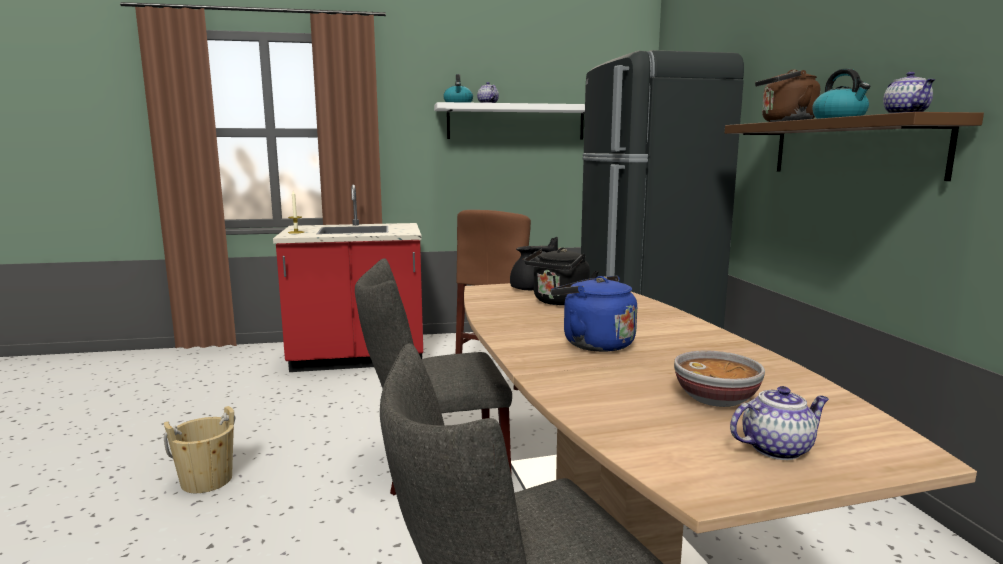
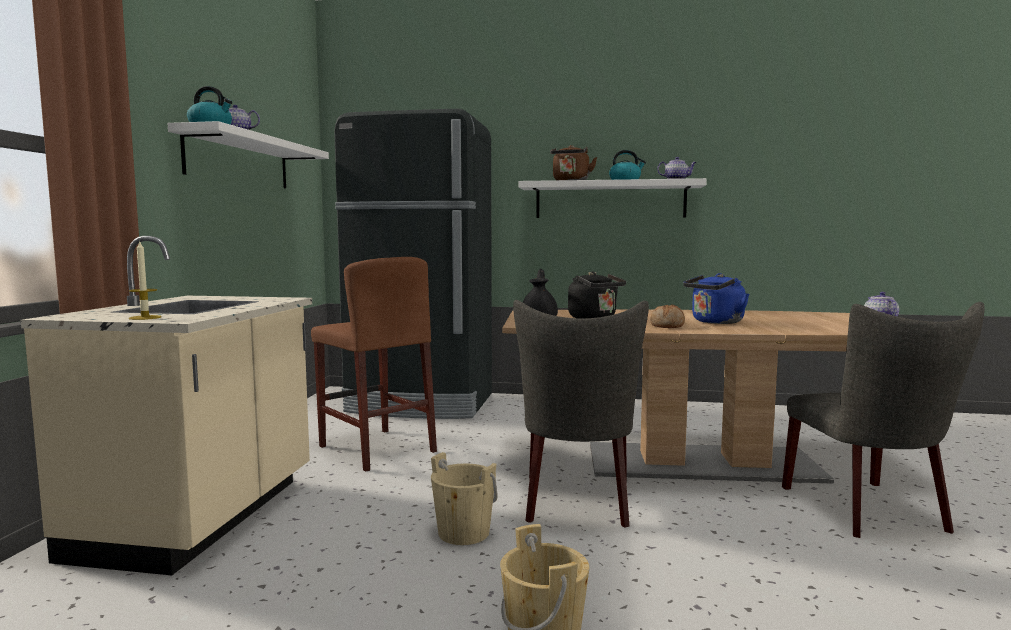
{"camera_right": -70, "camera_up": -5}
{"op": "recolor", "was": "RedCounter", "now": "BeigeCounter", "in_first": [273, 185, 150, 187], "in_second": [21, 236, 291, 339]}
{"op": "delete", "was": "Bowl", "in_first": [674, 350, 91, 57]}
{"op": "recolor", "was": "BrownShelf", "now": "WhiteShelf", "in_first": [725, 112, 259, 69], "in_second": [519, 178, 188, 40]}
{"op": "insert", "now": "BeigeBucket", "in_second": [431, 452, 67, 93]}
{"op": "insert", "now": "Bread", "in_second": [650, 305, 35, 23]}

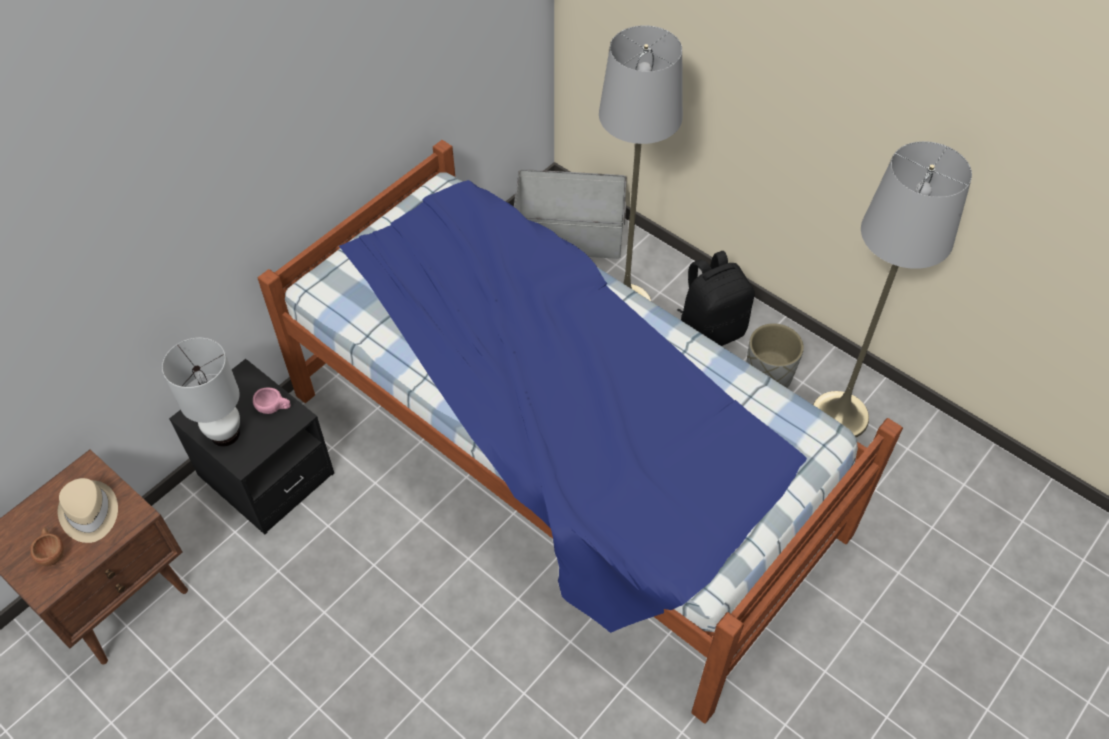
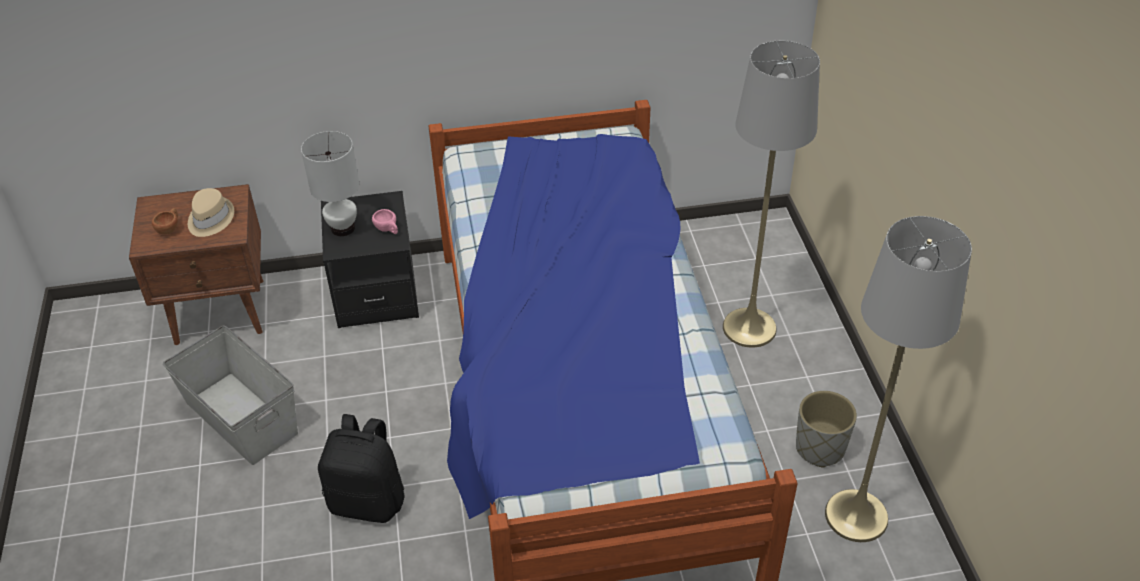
{"camera_right": 40, "camera_up": -10}
{"op": "move", "was": "GreyStorageBox", "in_first": [514, 169, 113, 90], "in_second": [163, 325, 135, 140]}
{"op": "move", "was": "BlackBackpack", "in_first": [677, 251, 78, 95], "in_second": [318, 414, 87, 109]}

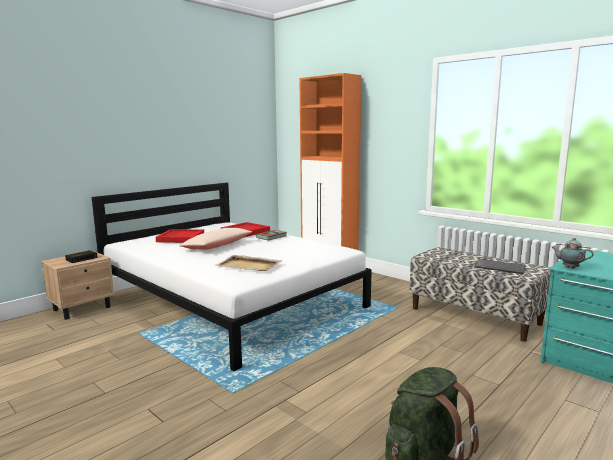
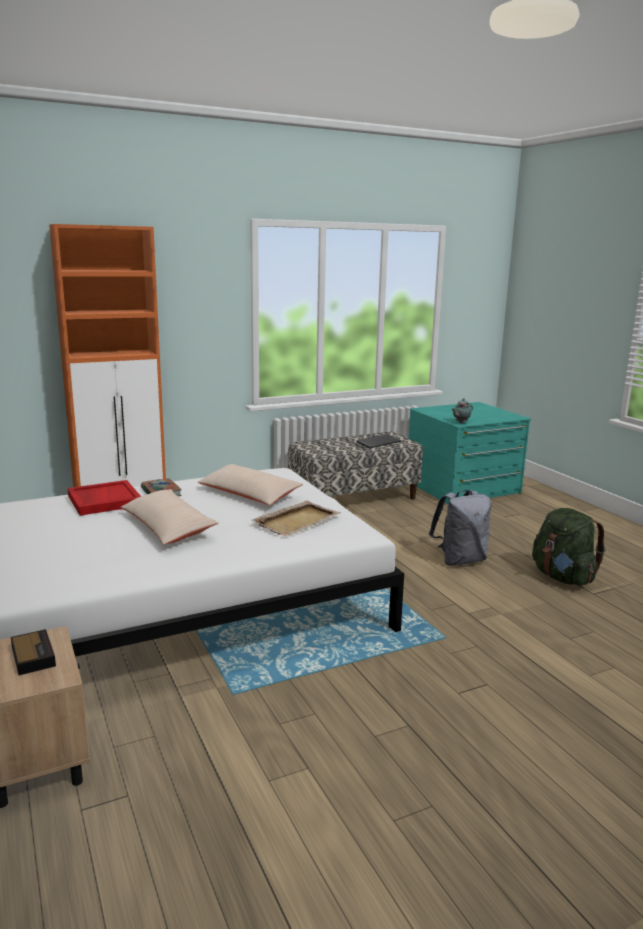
{"camera_right": -70, "camera_up": 5}
{"op": "delete", "was": "RedTray", "in_first": [156, 229, 48, 14]}
{"op": "insert", "now": "BeigePillow", "in_second": [198, 464, 105, 41]}
{"op": "insert", "now": "GreyBackpack", "in_second": [429, 490, 62, 75]}

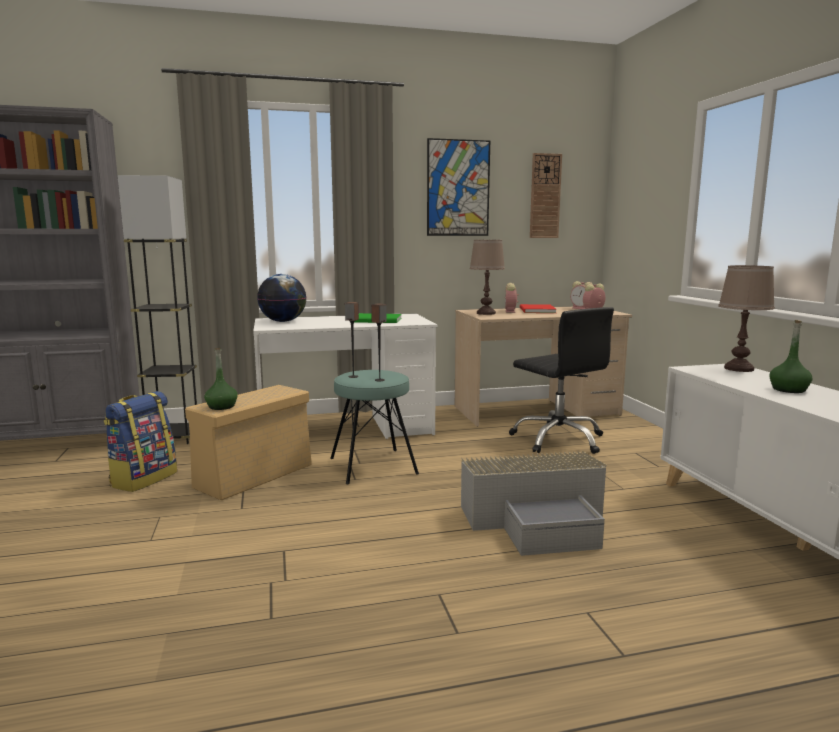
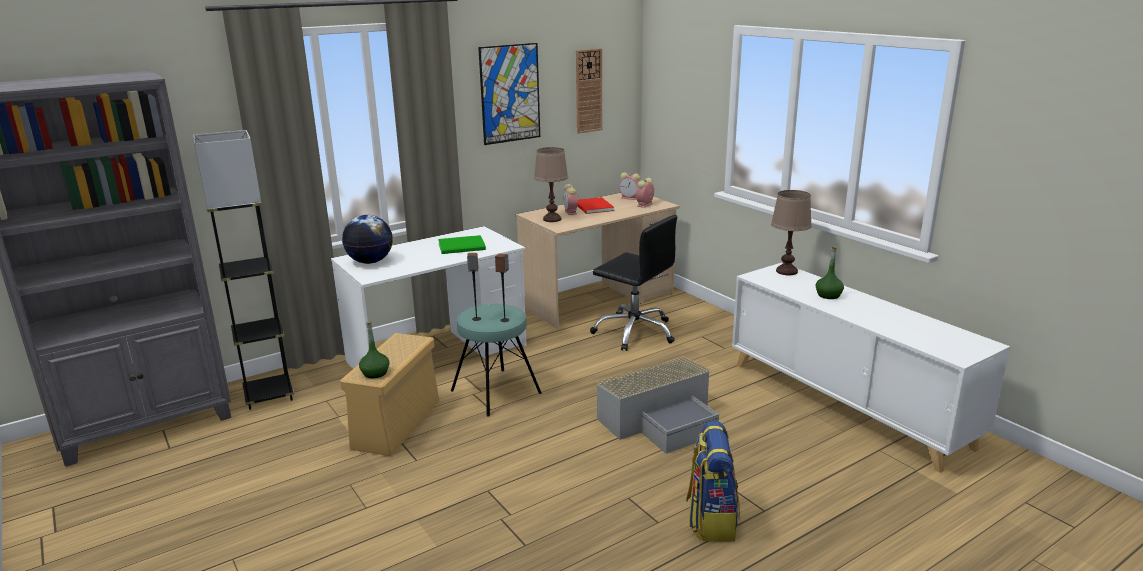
{"camera_right": -20, "camera_up": 10}
{"op": "move", "was": "Backpack", "in_first": [104, 391, 73, 101], "in_second": [686, 421, 54, 121]}

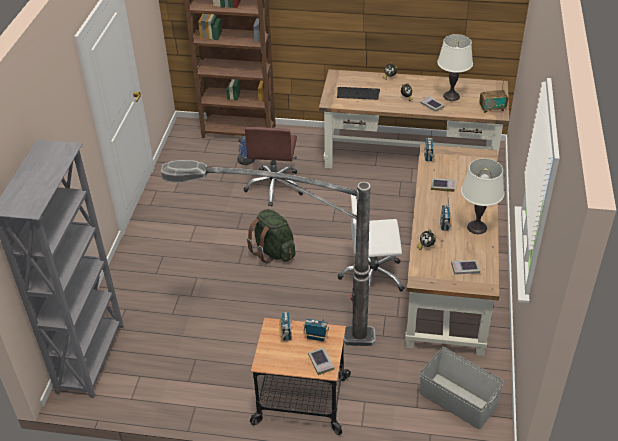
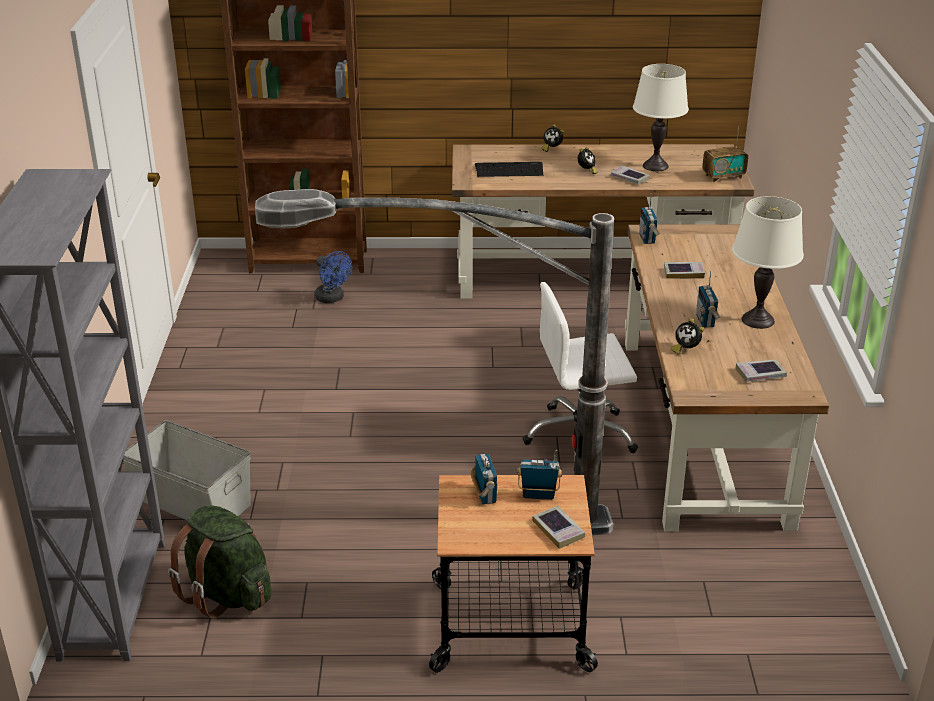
{"camera_right": -10, "camera_up": -10}
{"op": "delete", "was": "BrownOfficeChair", "in_first": [243, 127, 60, 80]}
{"op": "move", "was": "GreenBackpack", "in_first": [247, 209, 48, 54], "in_second": [168, 505, 104, 113]}
{"op": "move", "was": "GreyStorageBox", "in_first": [420, 347, 84, 82], "in_second": [123, 420, 128, 101]}

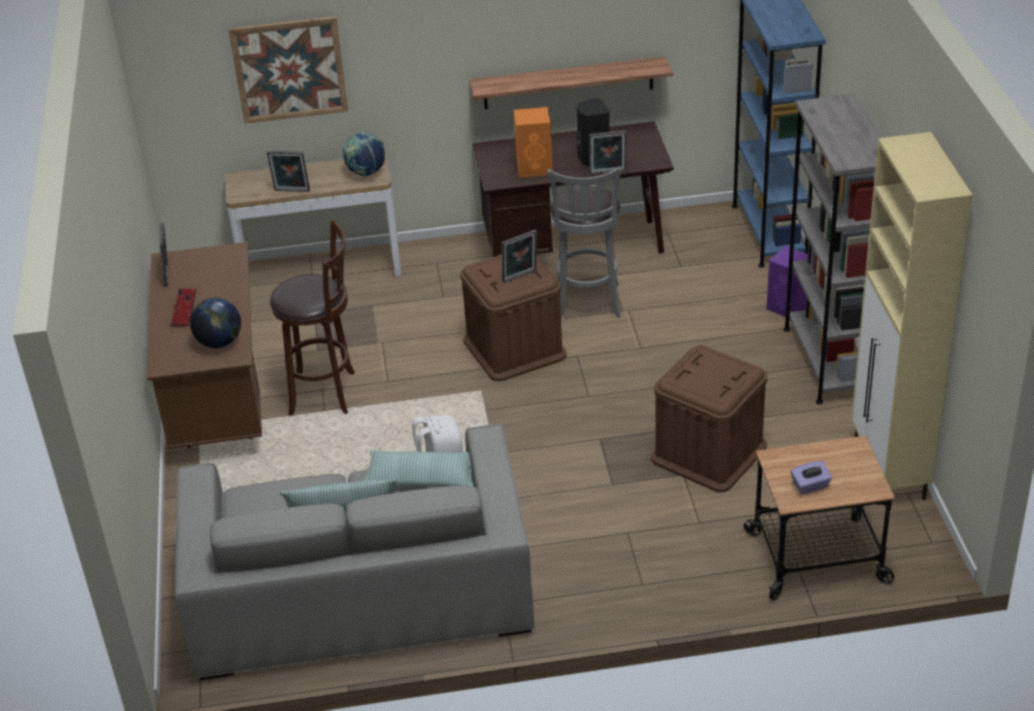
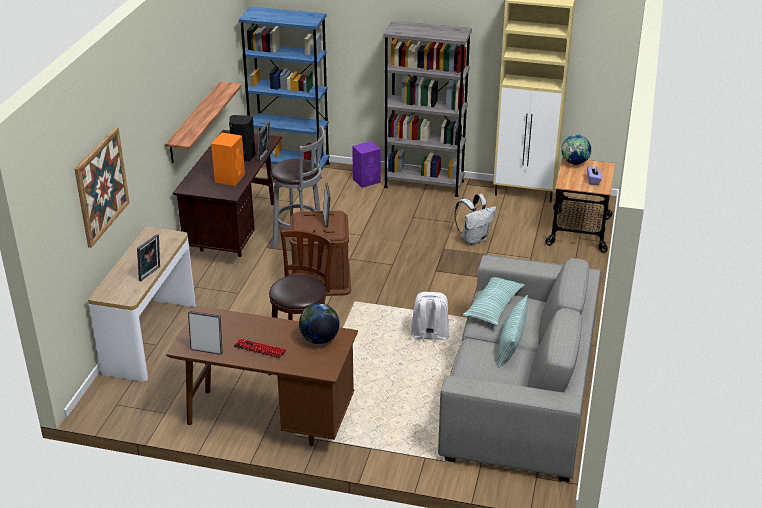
{"camera_right": -70, "camera_up": -5}
{"op": "move", "was": "Globe", "in_first": [343, 132, 42, 44], "in_second": [561, 134, 30, 31]}
{"op": "replace", "was": "BrownStorageBox", "now": "WhiteBackpack", "in_first": [651, 345, 116, 147], "in_second": [454, 194, 42, 51]}

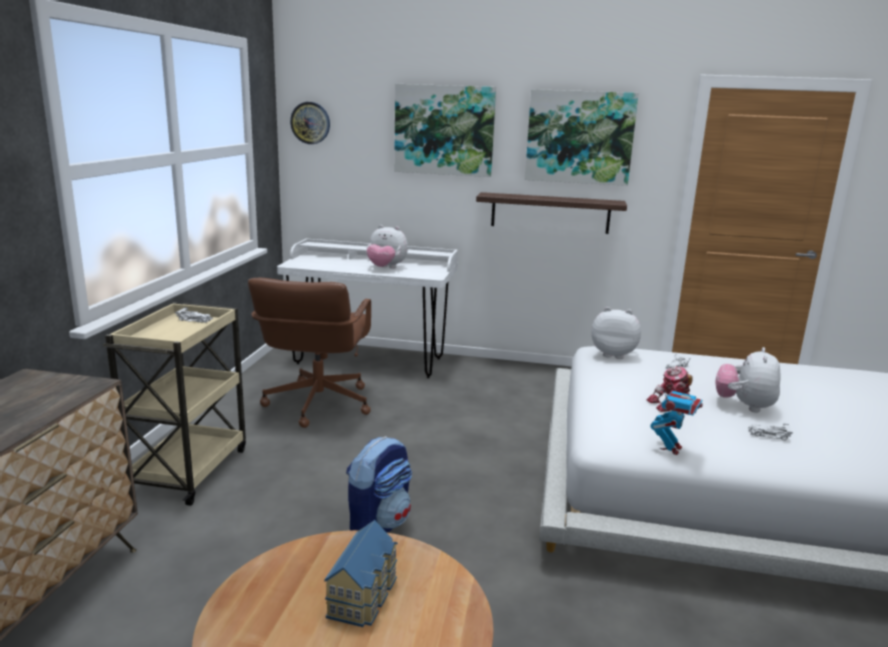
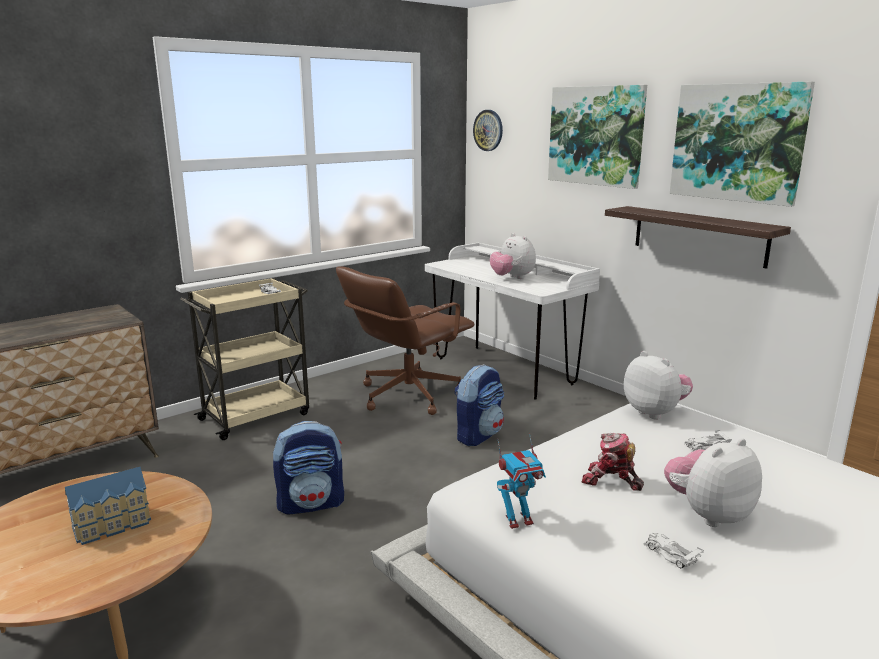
{"camera_right": 40, "camera_up": 0}
{"op": "insert", "now": "Backpack", "in_second": [454, 364, 50, 82]}

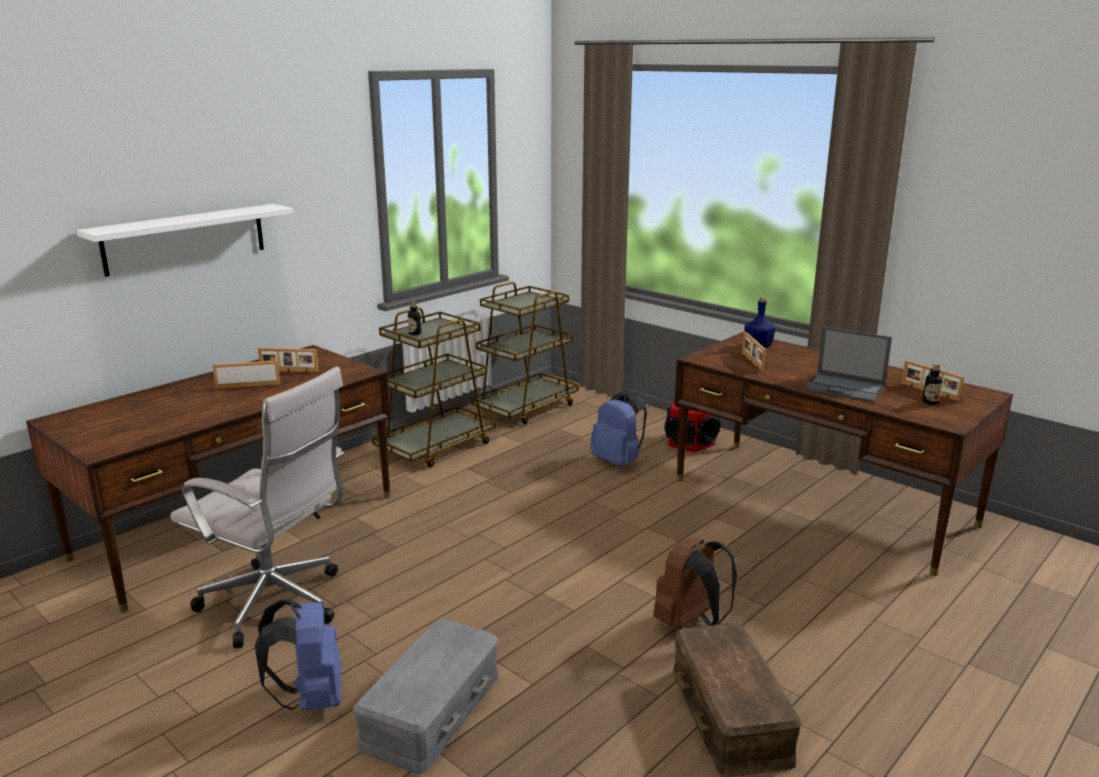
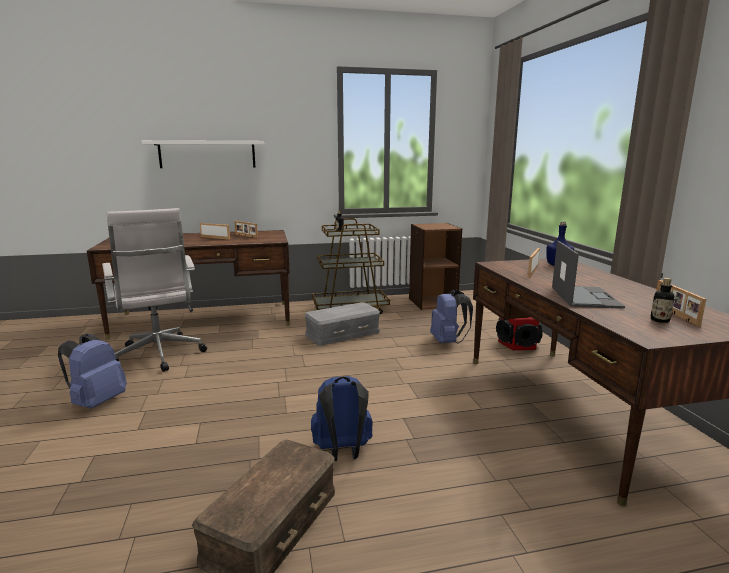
{"camera_right": 35, "camera_up": -5}
{"op": "move", "was": "GreyStorageBox", "in_first": [353, 619, 145, 155], "in_second": [304, 302, 76, 44]}
{"op": "replace", "was": "BrownCart", "now": "BrownBookcase", "in_first": [471, 282, 108, 142], "in_second": [409, 223, 53, 87]}
{"op": "recolor", "was": "BrownBackpack", "now": "BlueBackpack", "in_first": [653, 538, 84, 91], "in_second": [311, 376, 62, 85]}
{"op": "rotate", "was": "Laptop", "in_first": [804, 327, 88, 75], "in_second": [552, 241, 73, 68], "clockwise": -150}

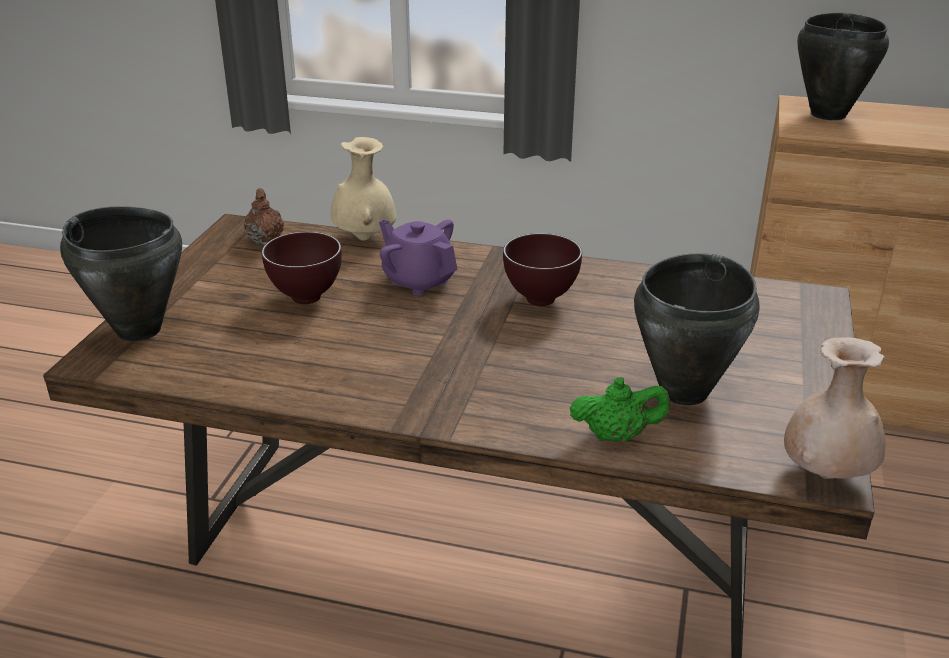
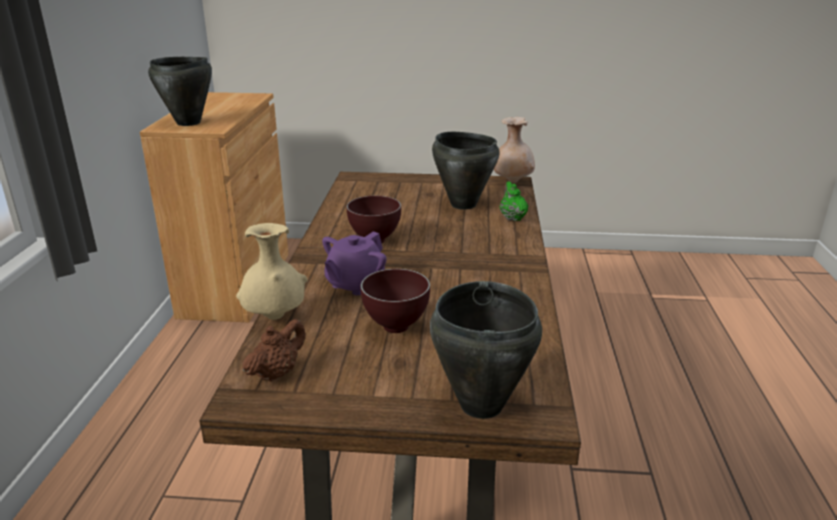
{"camera_right": -100, "camera_up": -5}
{"op": "rotate", "was": "BrownTeapot", "in_first": [244, 188, 40, 57], "in_second": [243, 319, 63, 63], "clockwise": 150}

